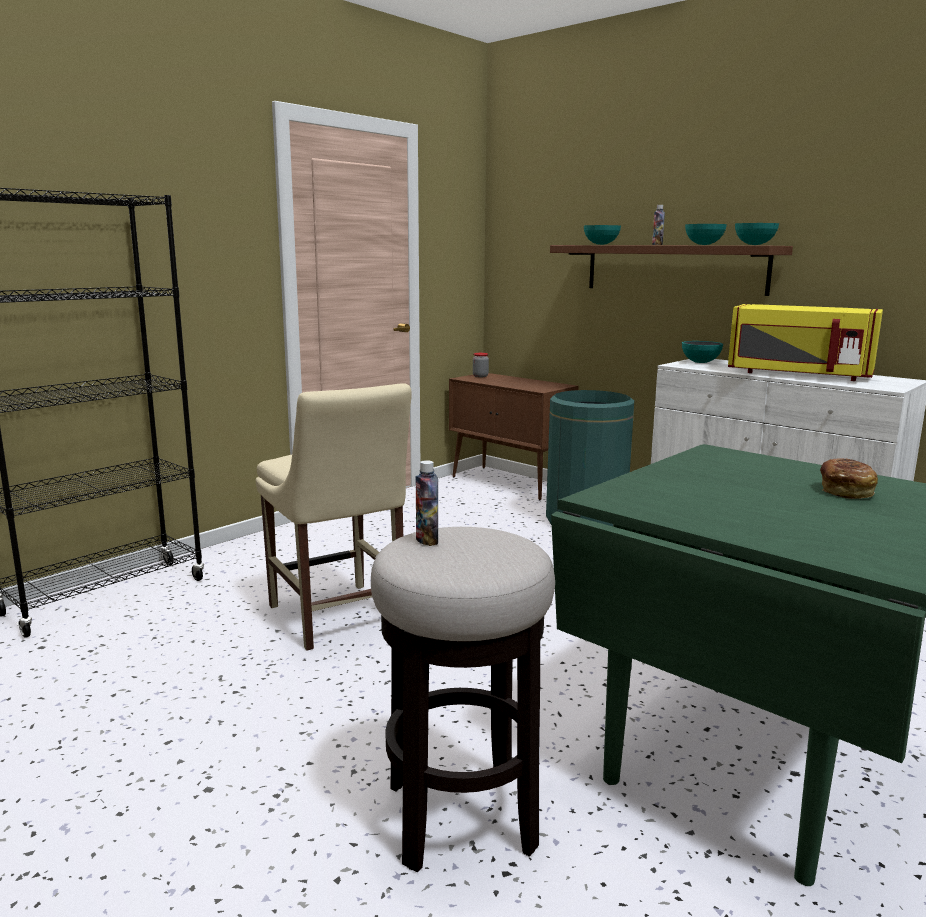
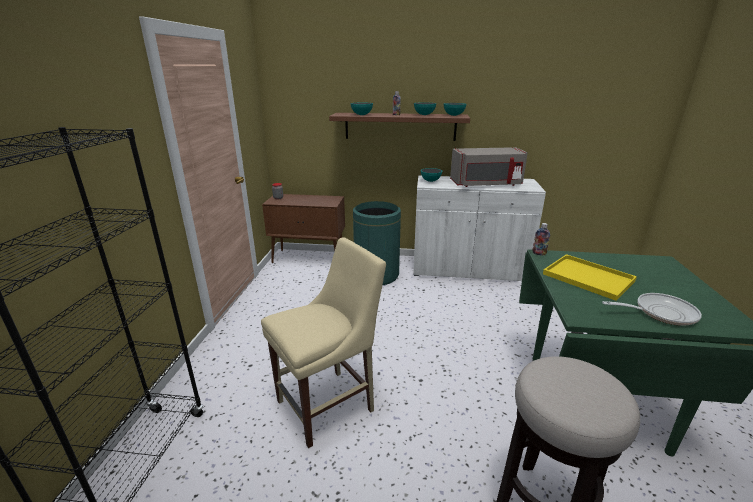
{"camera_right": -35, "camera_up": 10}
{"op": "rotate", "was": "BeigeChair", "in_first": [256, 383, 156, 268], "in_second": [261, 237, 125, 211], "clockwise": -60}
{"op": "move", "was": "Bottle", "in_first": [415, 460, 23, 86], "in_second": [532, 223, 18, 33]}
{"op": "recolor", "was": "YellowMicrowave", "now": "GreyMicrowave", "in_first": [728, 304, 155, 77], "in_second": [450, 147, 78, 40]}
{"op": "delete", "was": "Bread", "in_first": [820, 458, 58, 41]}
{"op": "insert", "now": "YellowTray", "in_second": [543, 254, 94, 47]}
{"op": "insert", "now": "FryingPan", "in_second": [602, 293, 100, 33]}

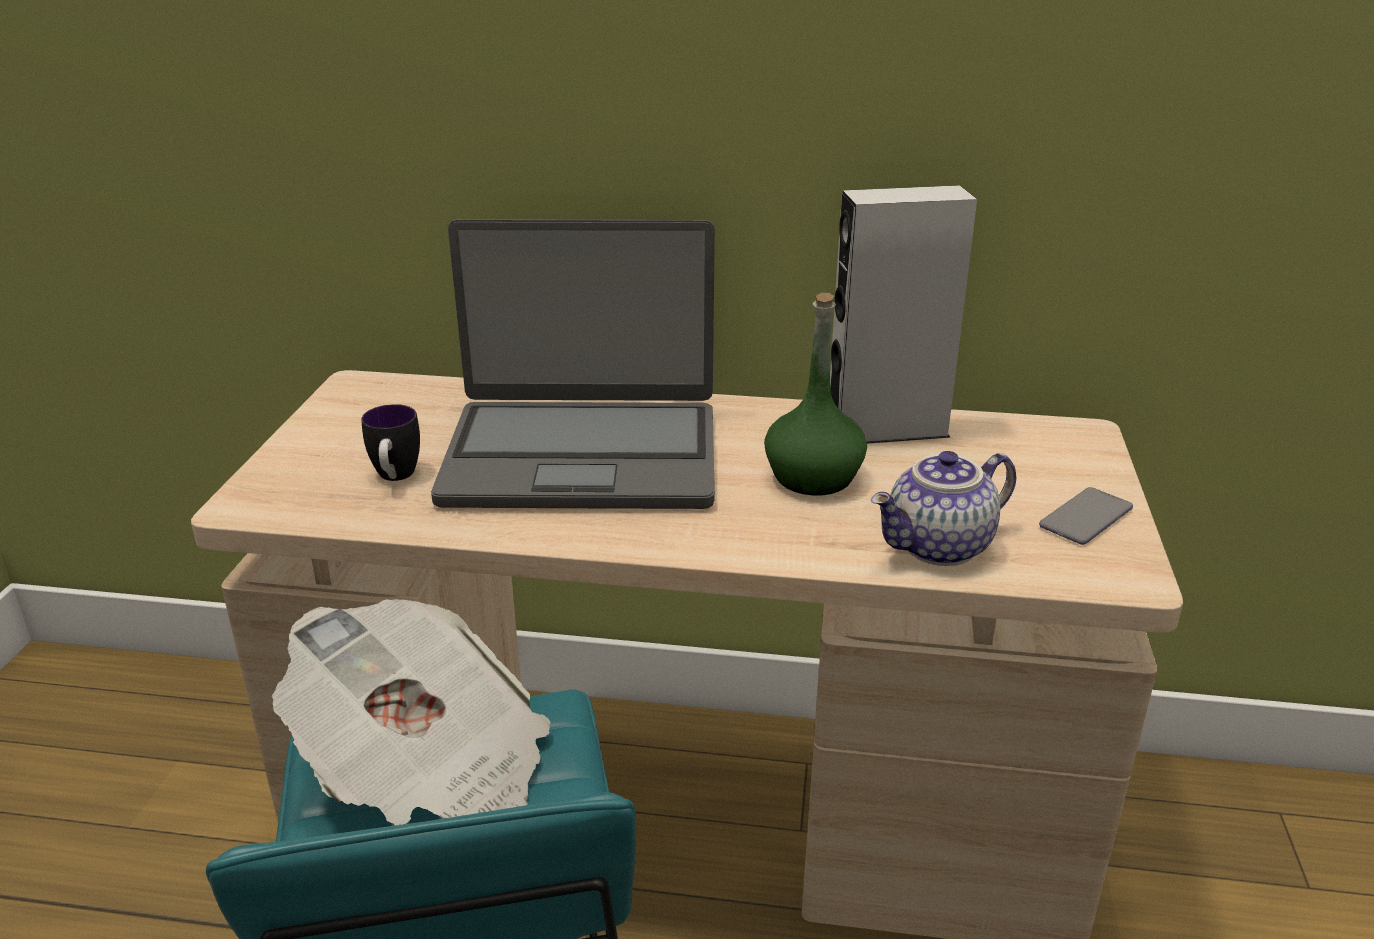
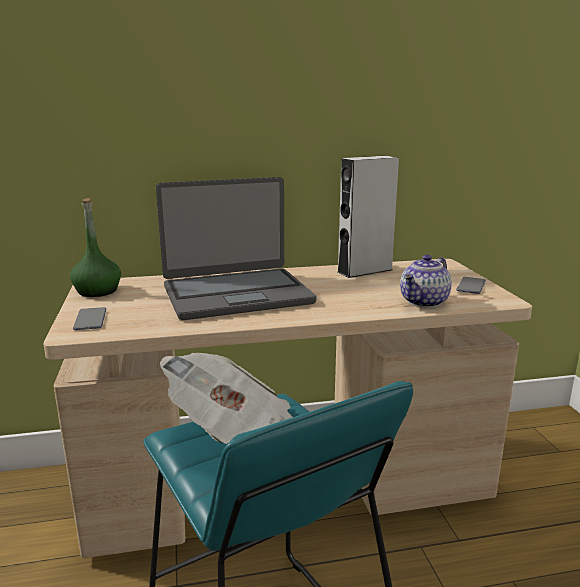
{"camera_right": -20, "camera_up": -10}
{"op": "delete", "was": "Mug", "in_first": [361, 404, 59, 77]}
{"op": "move", "was": "GreenBottle", "in_first": [764, 293, 103, 202], "in_second": [70, 198, 51, 99]}
{"op": "insert", "now": "Phone", "in_second": [73, 307, 33, 23]}

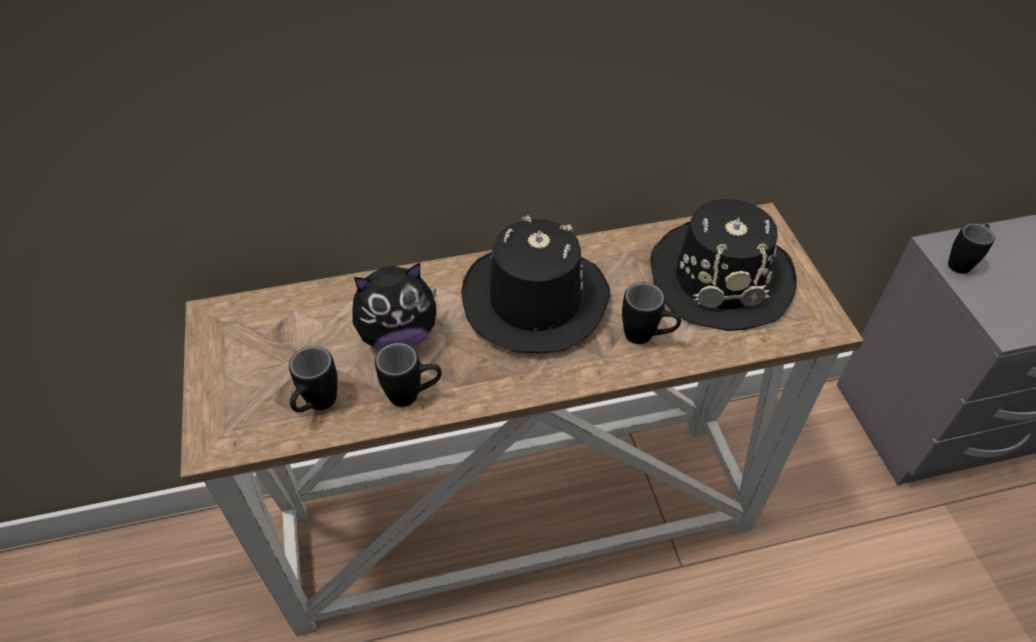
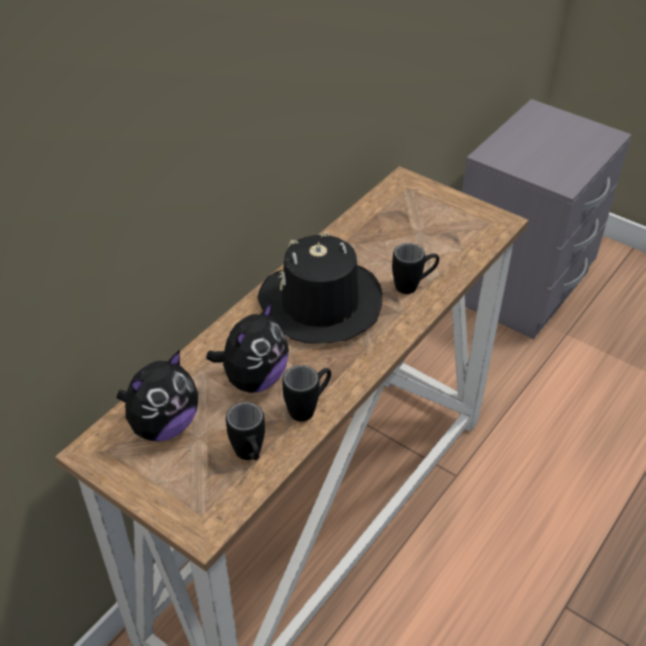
{"camera_right": -40, "camera_up": -5}
{"op": "delete", "was": "BlackHat", "in_first": [650, 199, 146, 132]}
{"op": "delete", "was": "BlackMug", "in_first": [948, 223, 47, 51]}
{"op": "insert", "now": "PlushToy", "in_second": [117, 350, 81, 91]}

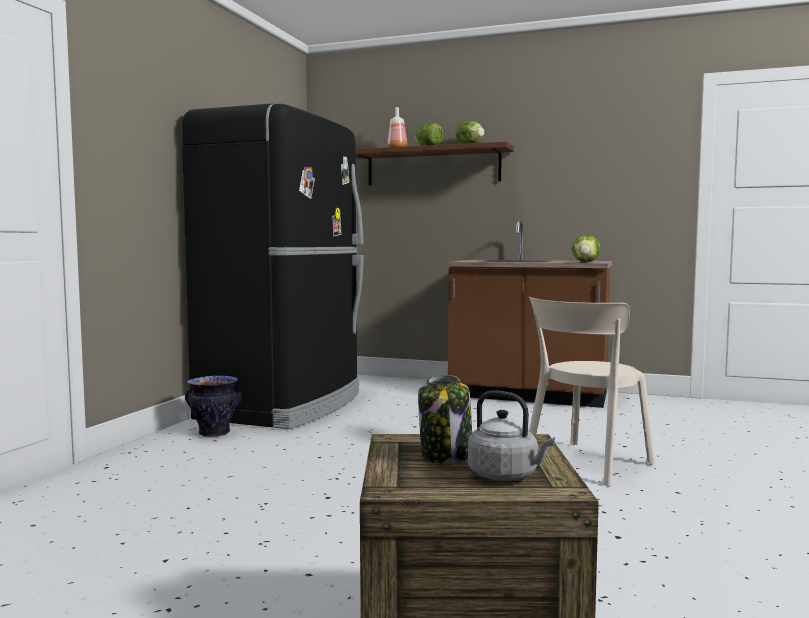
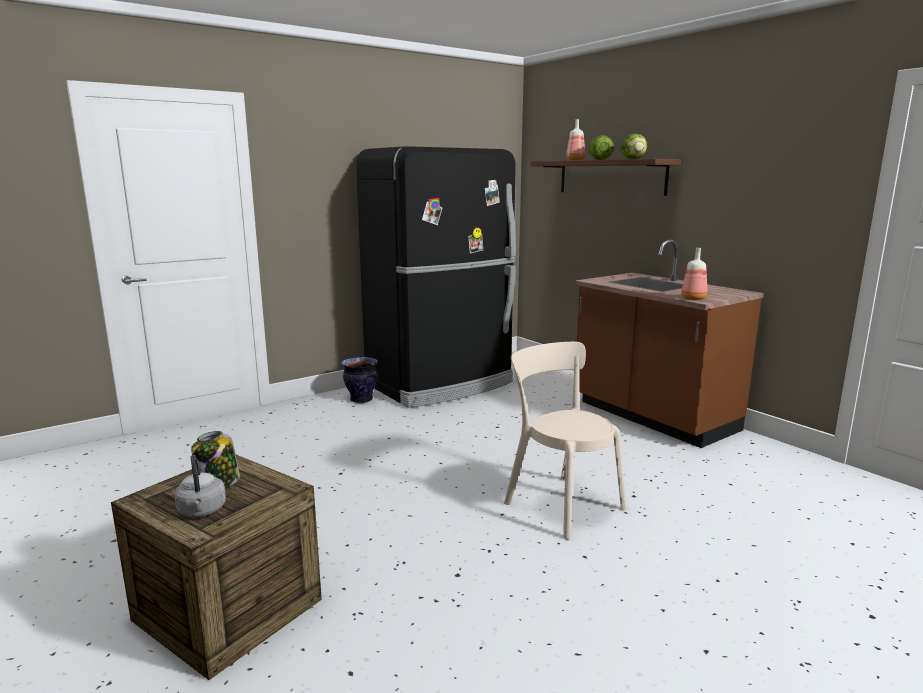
{"camera_right": 35, "camera_up": 10}
{"op": "rotate", "was": "BeigeChair", "in_first": [529, 296, 126, 191], "in_second": [504, 342, 123, 198], "clockwise": 60}
{"op": "replace", "was": "Lettuce", "now": "Bottle", "in_first": [572, 235, 29, 27], "in_second": [681, 248, 26, 52]}

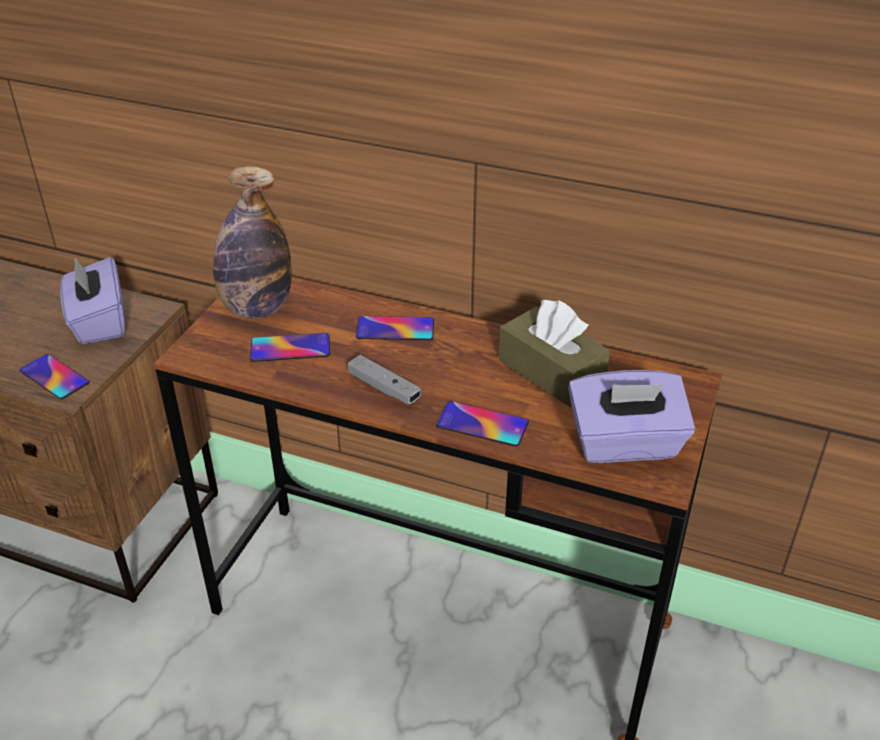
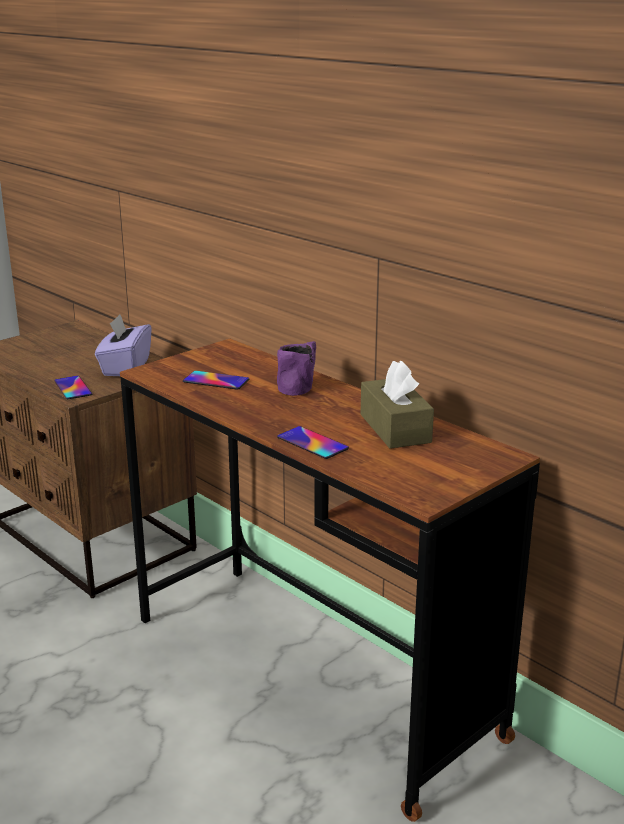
{"camera_right": 25, "camera_up": -15}
{"op": "delete", "was": "Bottle", "in_first": [213, 166, 79, 153]}
{"op": "delete", "was": "GreyGameController", "in_first": [348, 355, 73, 50]}
{"op": "replace", "was": "Phone", "now": "PurpleMug", "in_first": [356, 316, 78, 24], "in_second": [277, 341, 39, 55]}
{"op": "delete", "was": "PurpleTissueBox", "in_first": [568, 370, 127, 93]}

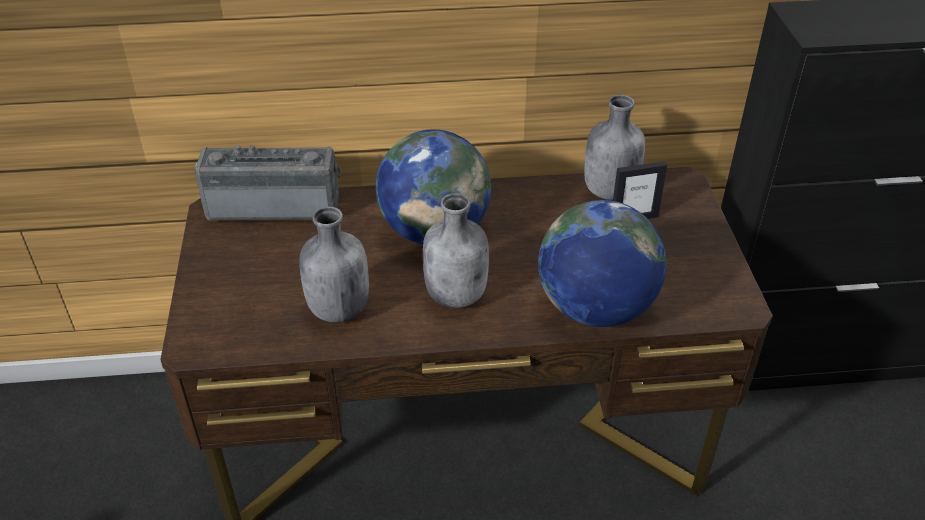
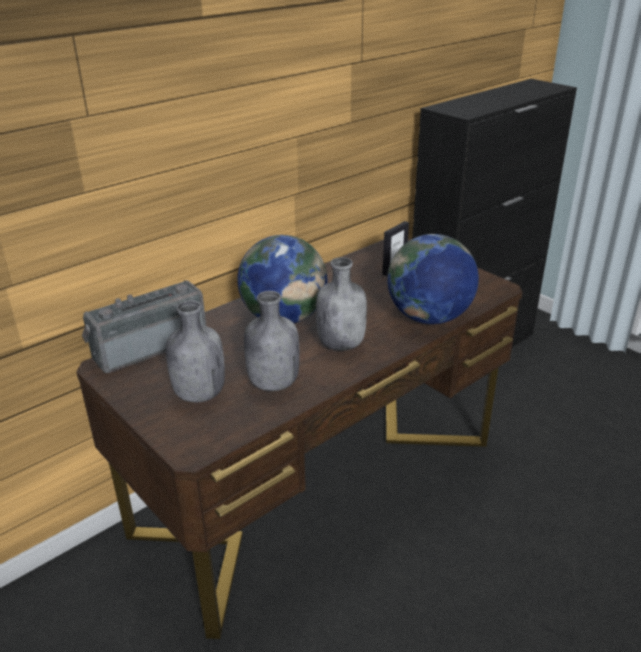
{"camera_right": -35, "camera_up": -10}
{"op": "move", "was": "GreyBottle", "in_first": [584, 95, 61, 105], "in_second": [166, 300, 59, 102]}

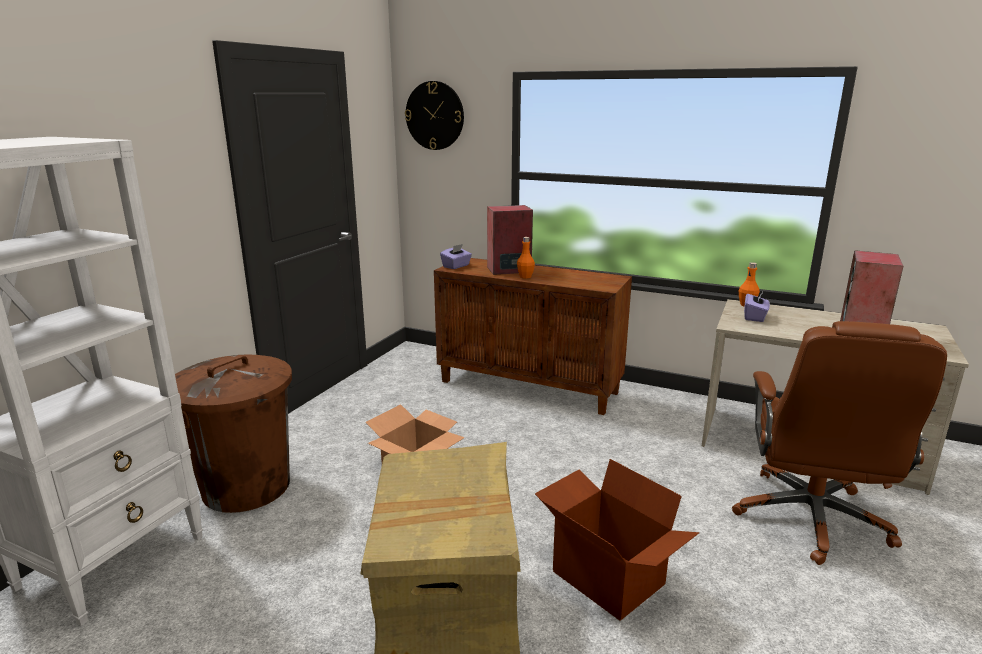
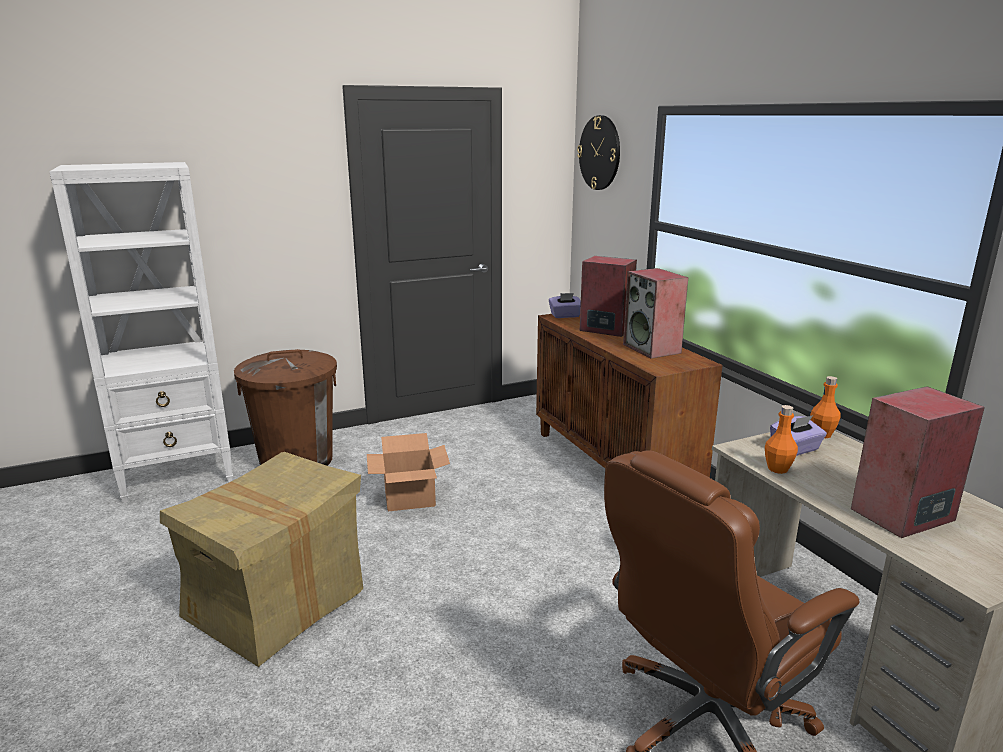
{"camera_right": 40, "camera_up": 0}
{"op": "move", "was": "OrangeBottle", "in_first": [517, 237, 18, 41], "in_second": [765, 405, 33, 69]}
{"op": "delete", "was": "CardboardBox", "in_first": [535, 459, 164, 162]}
{"op": "insert", "now": "Speaker", "in_second": [623, 268, 65, 91]}

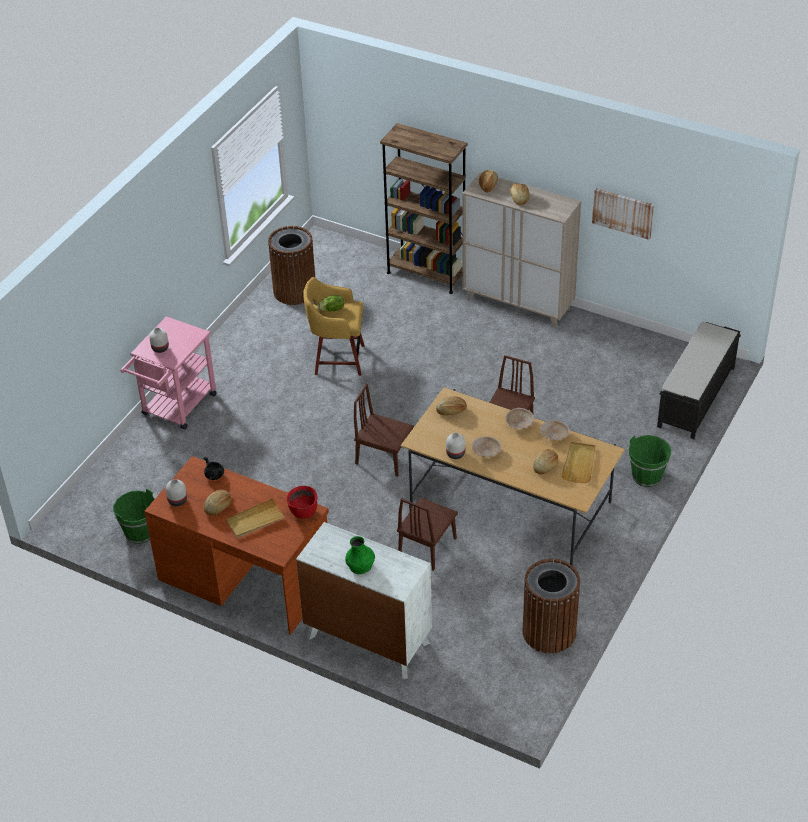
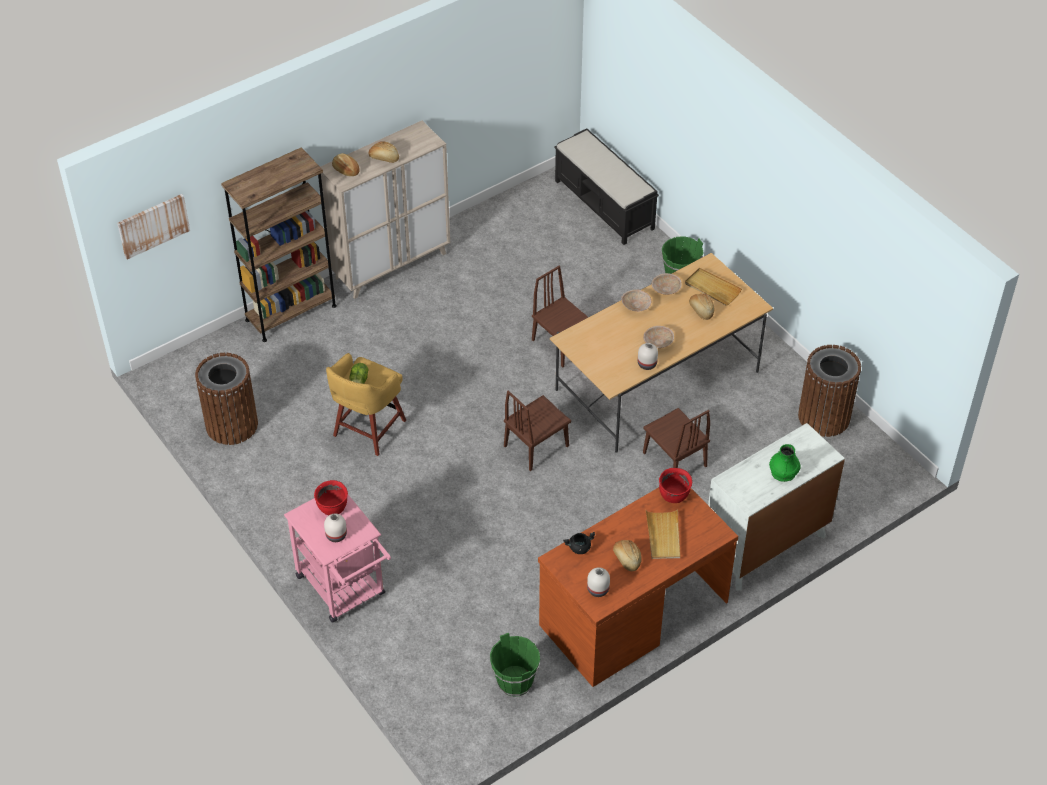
{"camera_right": -65, "camera_up": 5}
{"op": "delete", "was": "Bread", "in_first": [436, 396, 31, 19]}
{"op": "move", "was": "Picture", "in_first": [592, 188, 62, 52], "in_second": [117, 194, 73, 65]}
{"op": "insert", "now": "RedCookingPot", "in_second": [314, 480, 34, 35]}

